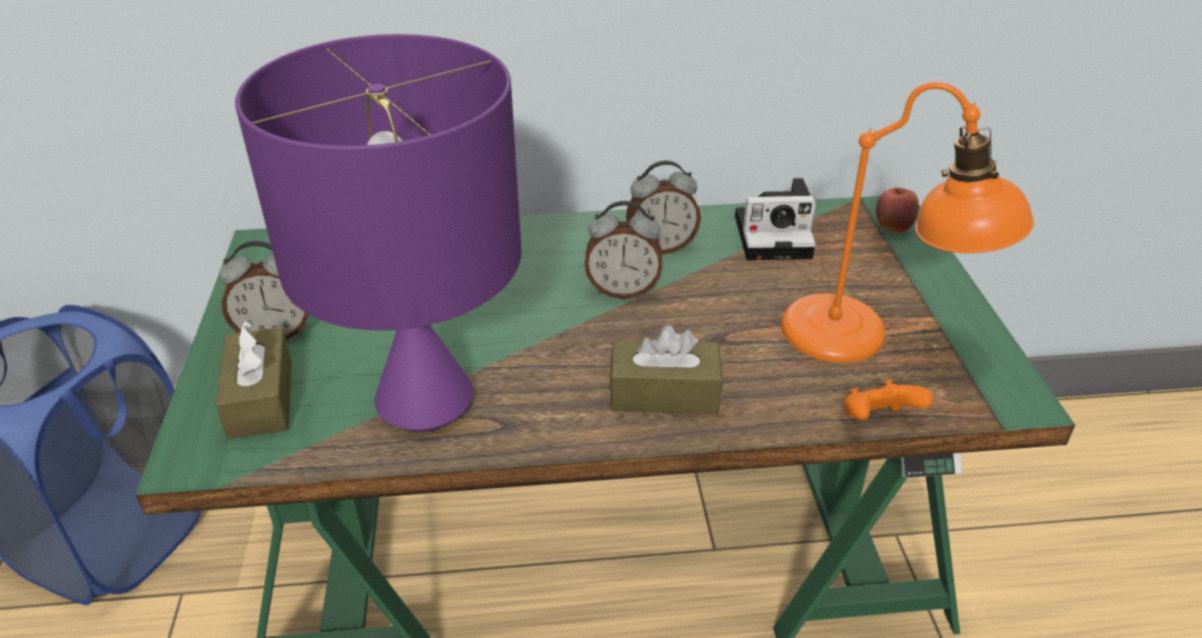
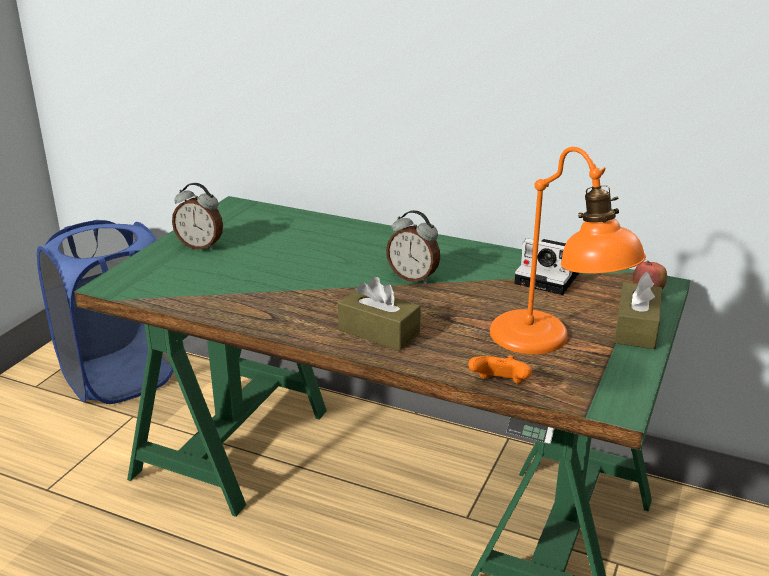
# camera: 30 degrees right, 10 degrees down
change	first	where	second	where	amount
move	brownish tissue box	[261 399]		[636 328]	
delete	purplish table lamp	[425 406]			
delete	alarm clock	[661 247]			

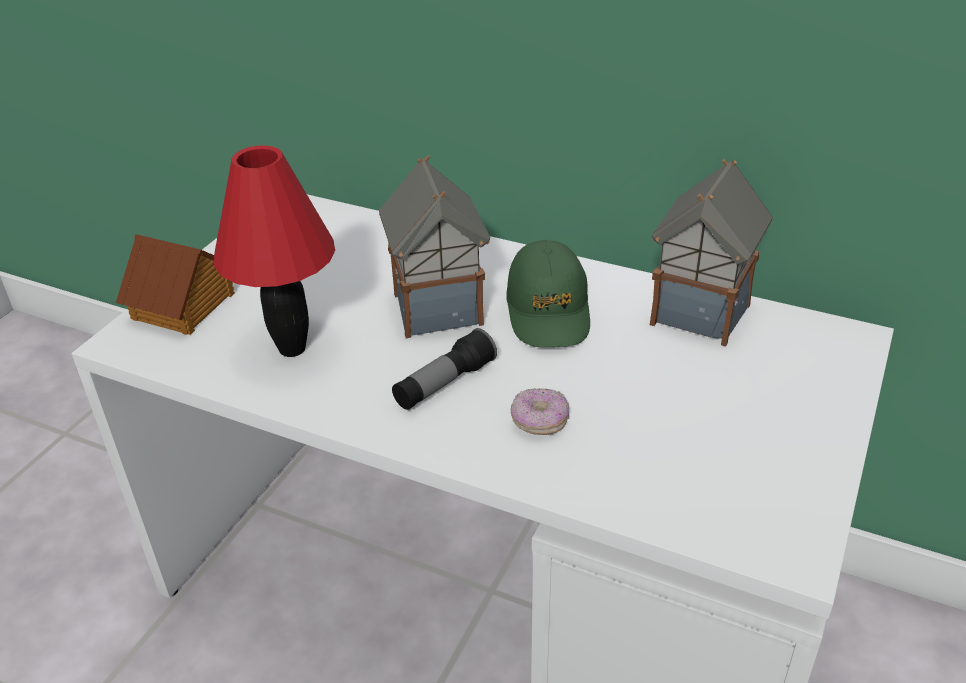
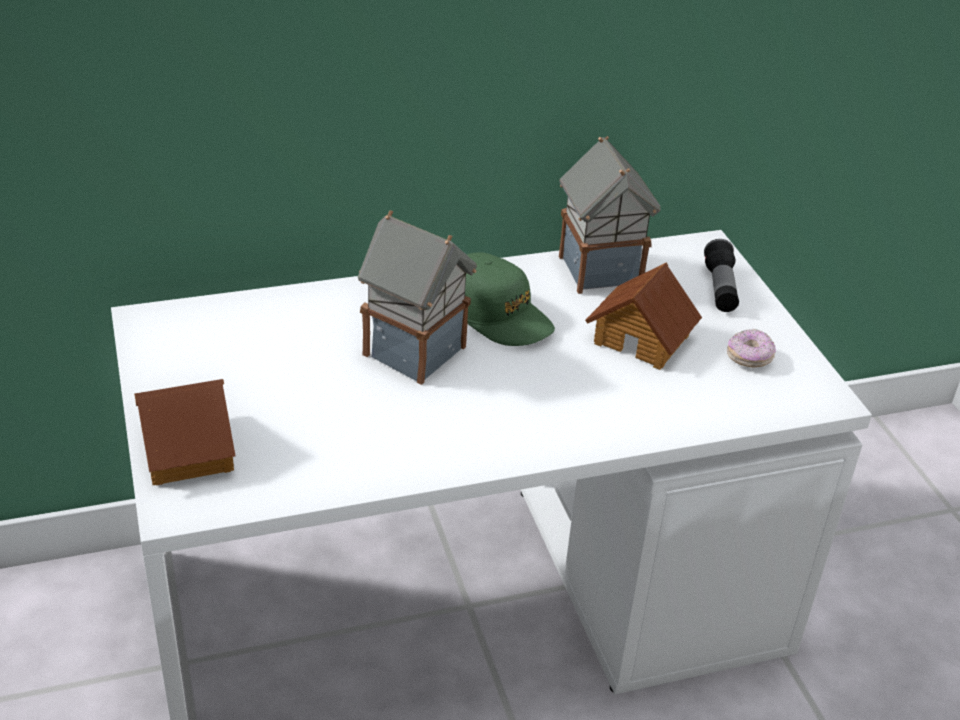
# camera: 45 degrees left, 0 degrees up
change	first	where	second	where	amount
delete	red table lamp	[292 348]			
move	hand torch	[444 384]		[720 288]	
move	donut	[539 422]		[749 358]	
insert			model house	[642 338]	

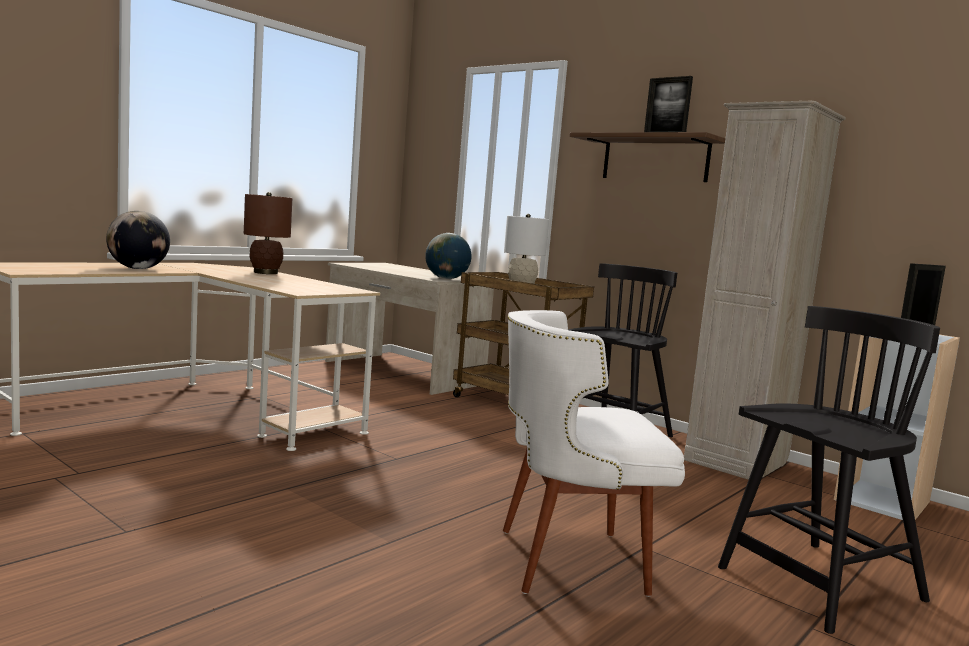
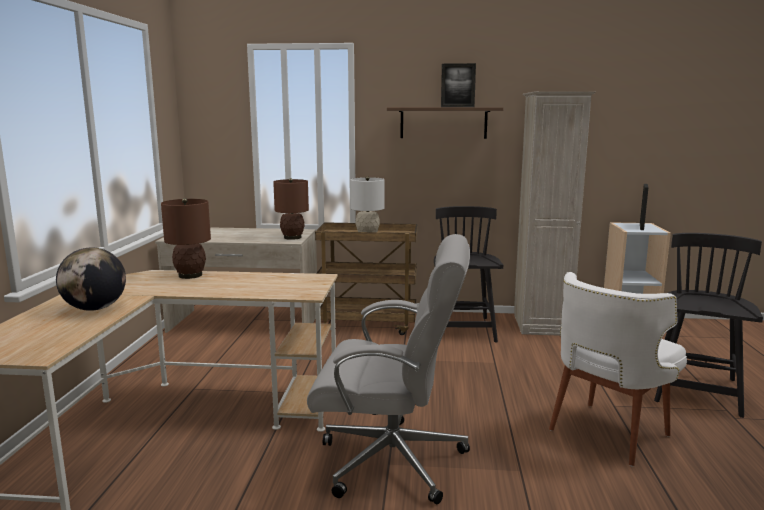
# camera: 35 degrees left, 5 degrees up
change	first	where	second	where	amount
replace	desk globe	[447 278]	brownish table lamp	[292 237]	
insert			gray computer chair	[391 460]	

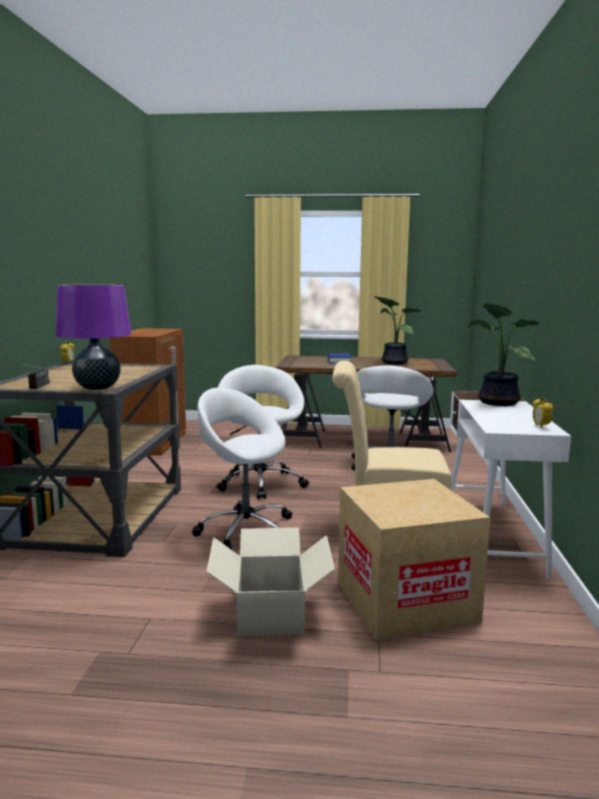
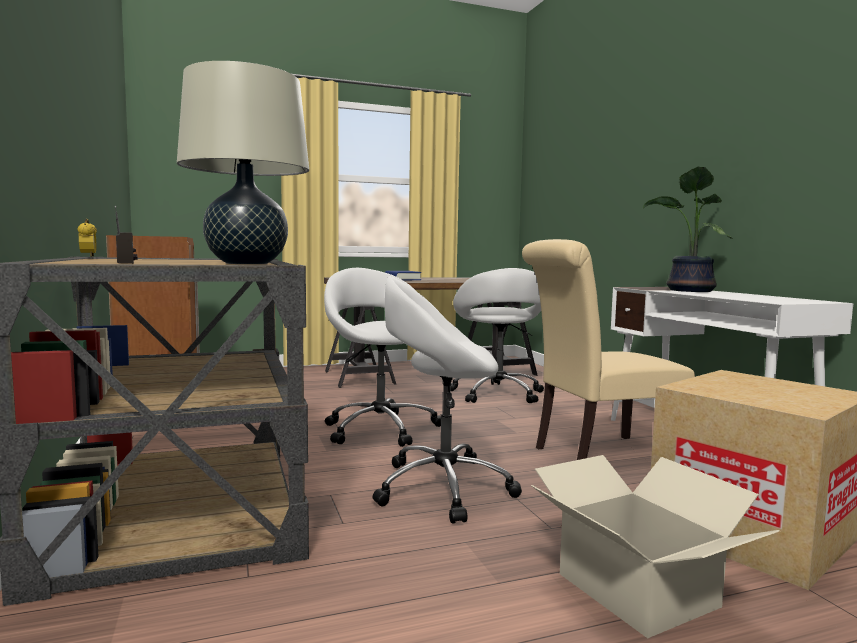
# camera: 25 degrees left, 5 degrees down
change	first	where	second	where	amount
recolor	purplish table lamp	[97 387]	beige table lamp	[246 263]	
delete	houseplant	[392 363]			
delete	alarm clock	[540 426]			

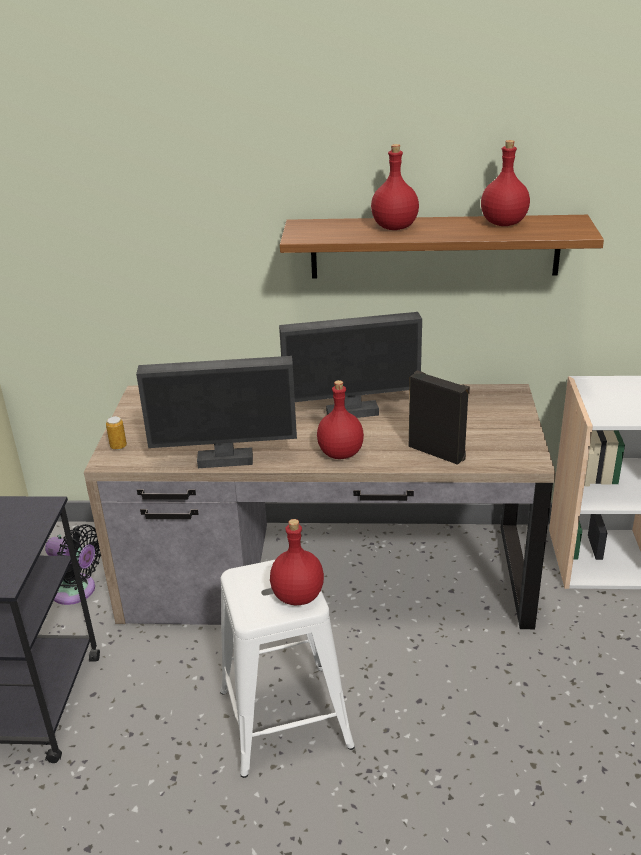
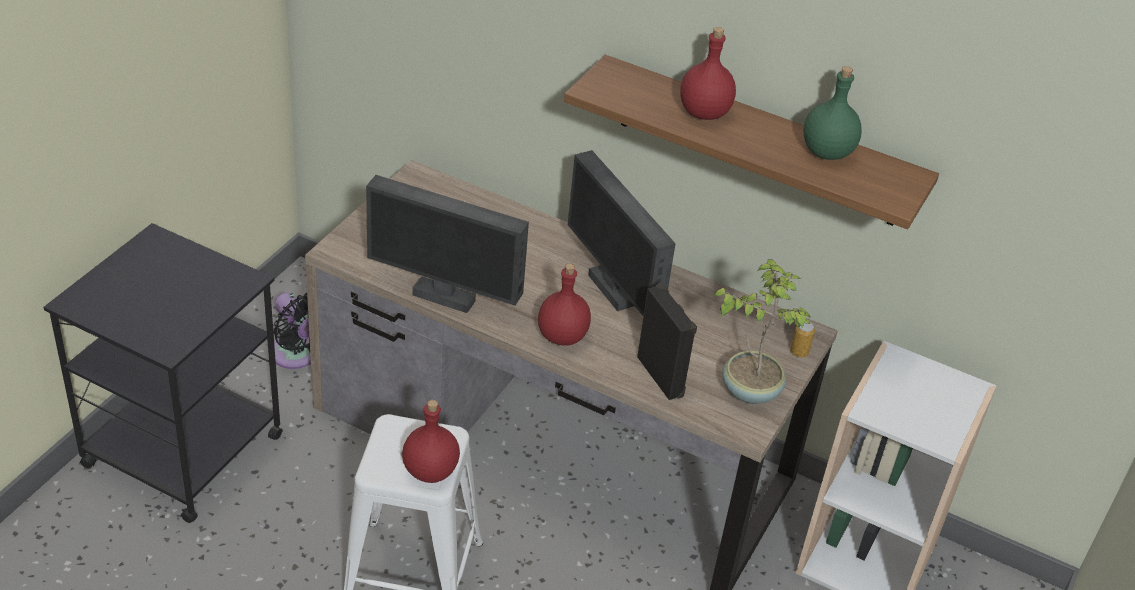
# camera: 20 degrees right, 10 degrees up
change	first	where	second	where	amount
move	can	[118 446]		[799 352]	
rotate	computer display	[352 412]		[613 290]	45 degrees clockwise
recolor	red drink bottle	[504 224]	greenish drink bottle	[827 153]	
insert			houseplant	[750 390]	

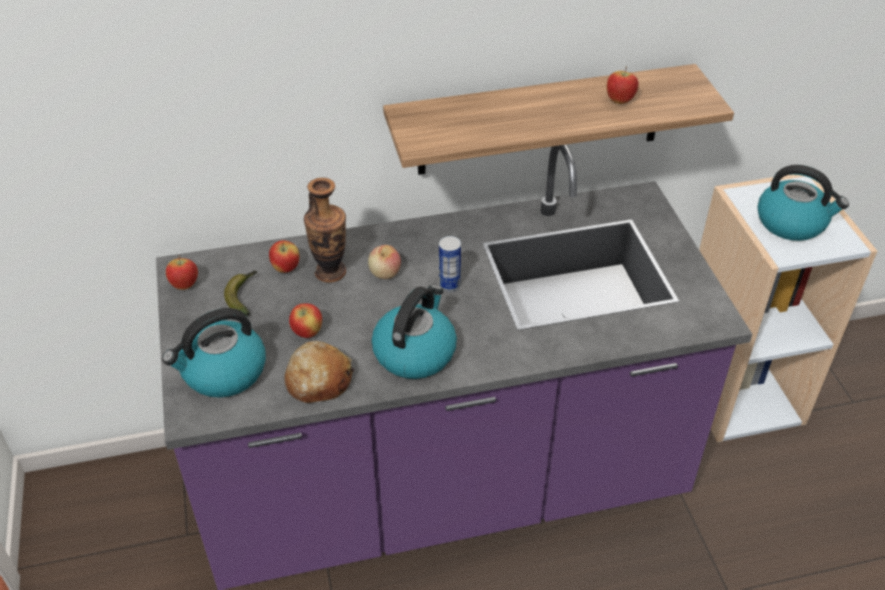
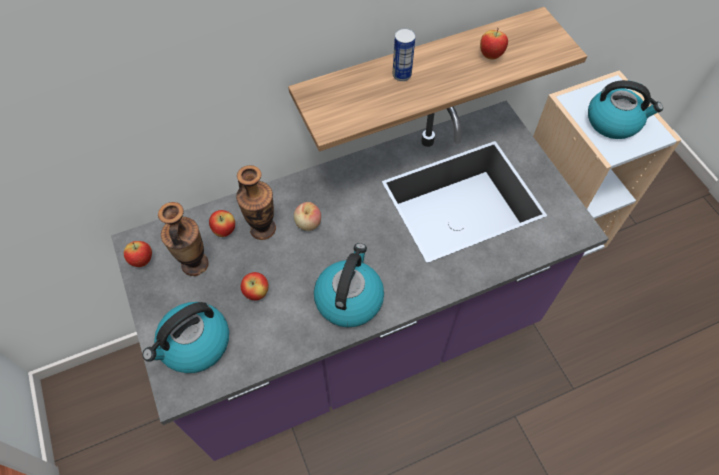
# camera: 10 degrees left, 15 degrees up
change	first	where	second	where	amount
replace	whole banana	[243 296]	vase	[195 264]	
delete	baked bread	[318 380]			
move	can	[449 285]		[401 75]	

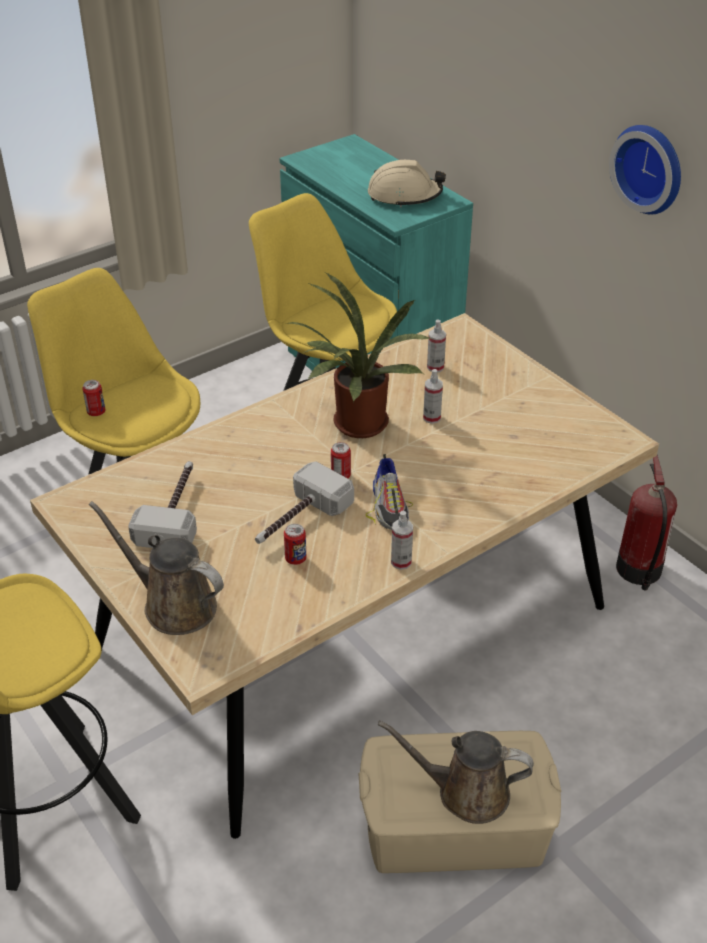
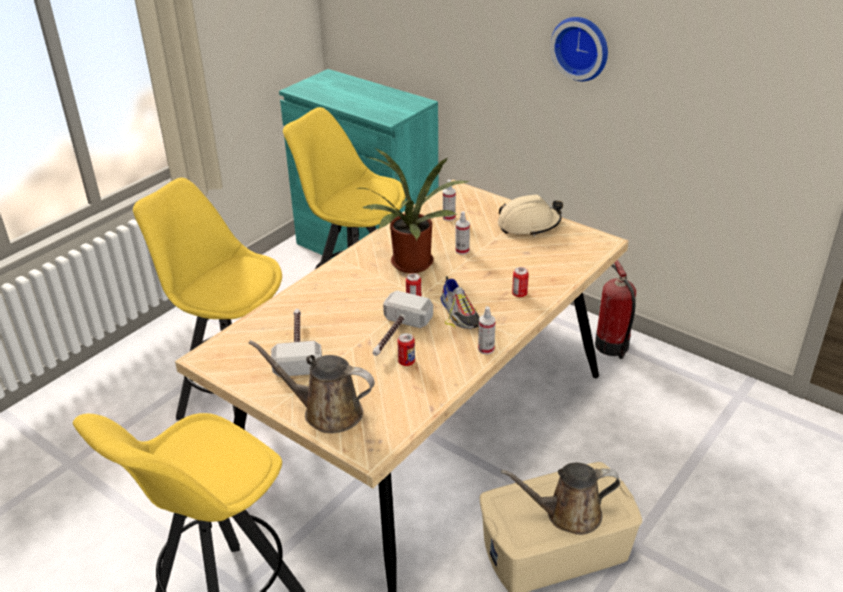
# camera: 15 degrees left, 5 degrees down
change	first	where	second	where	amount
move	can	[96 412]		[519 294]	
move	beige safety helmet	[404 196]		[528 225]	

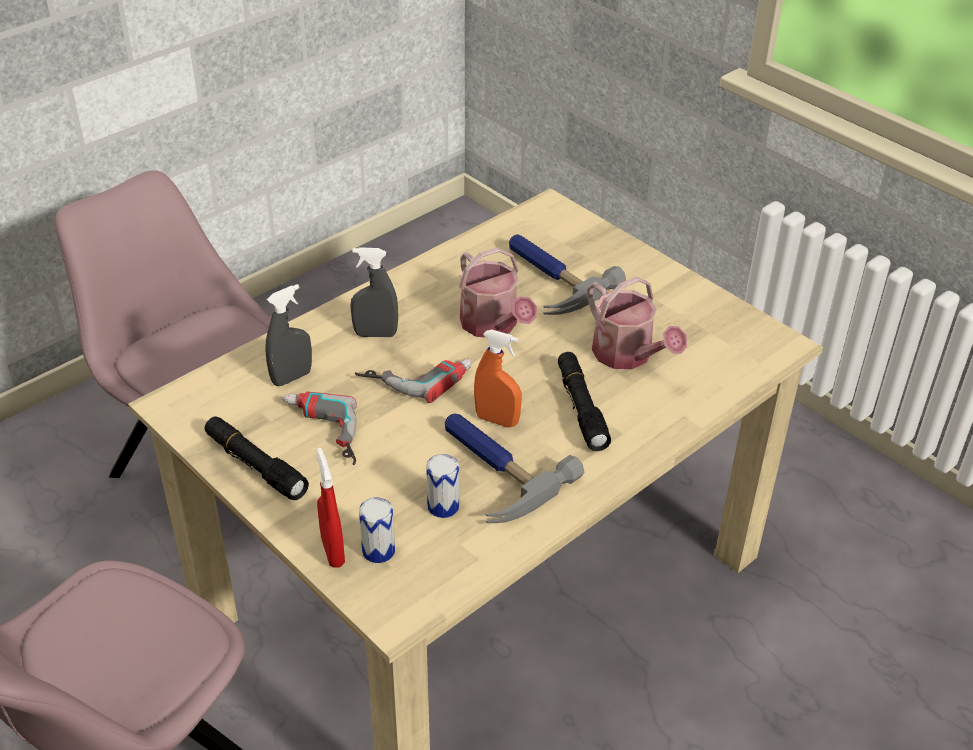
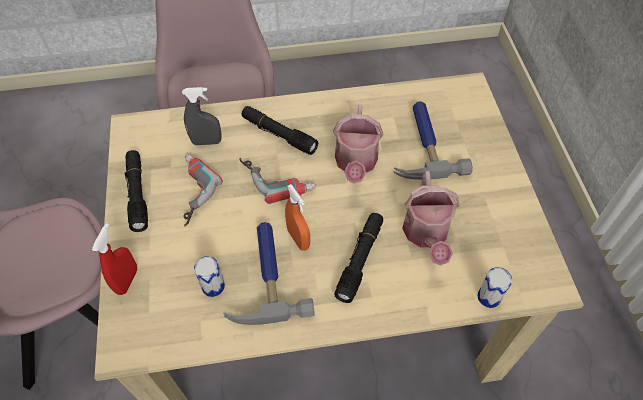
# camera: 35 degrees right, 15 degrees up
change	first	where	second	where	amount
replace	gray hand sprayer	[375 334]	black hand torch	[279 134]	
move	can	[378 551]		[489 297]	

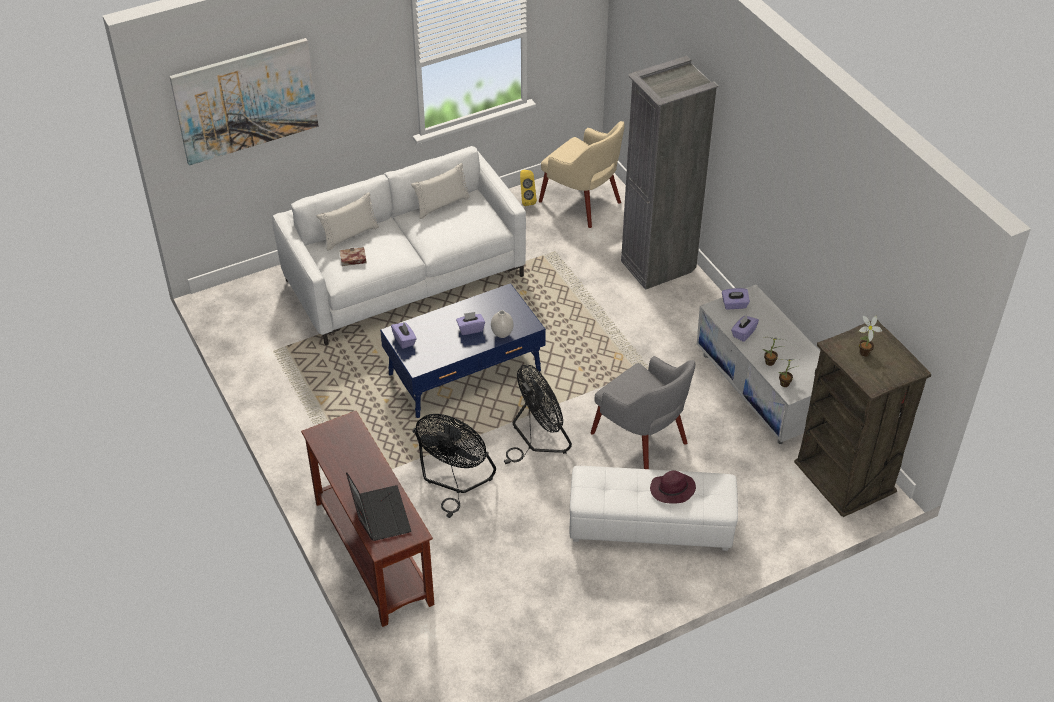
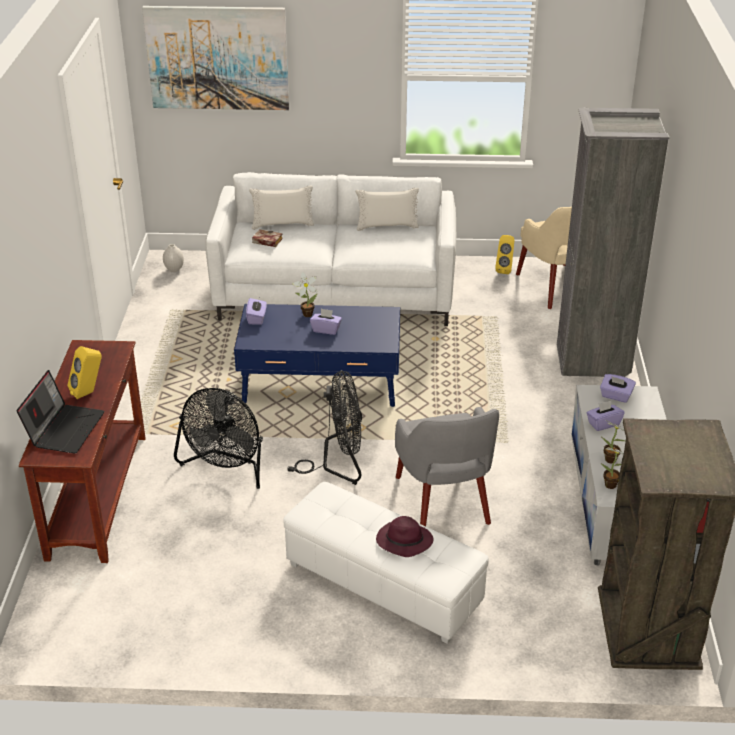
# camera: 30 degrees right, 10 degrees down
change	first	where	second	where	amount
rotate	black fan	[451 480]		[225 464]	150 degrees clockwise
move	white-coloured vase	[502 334]		[174 270]	
move	houseplant	[862 353]		[306 314]	
insert			yellow speaker	[89 393]	

